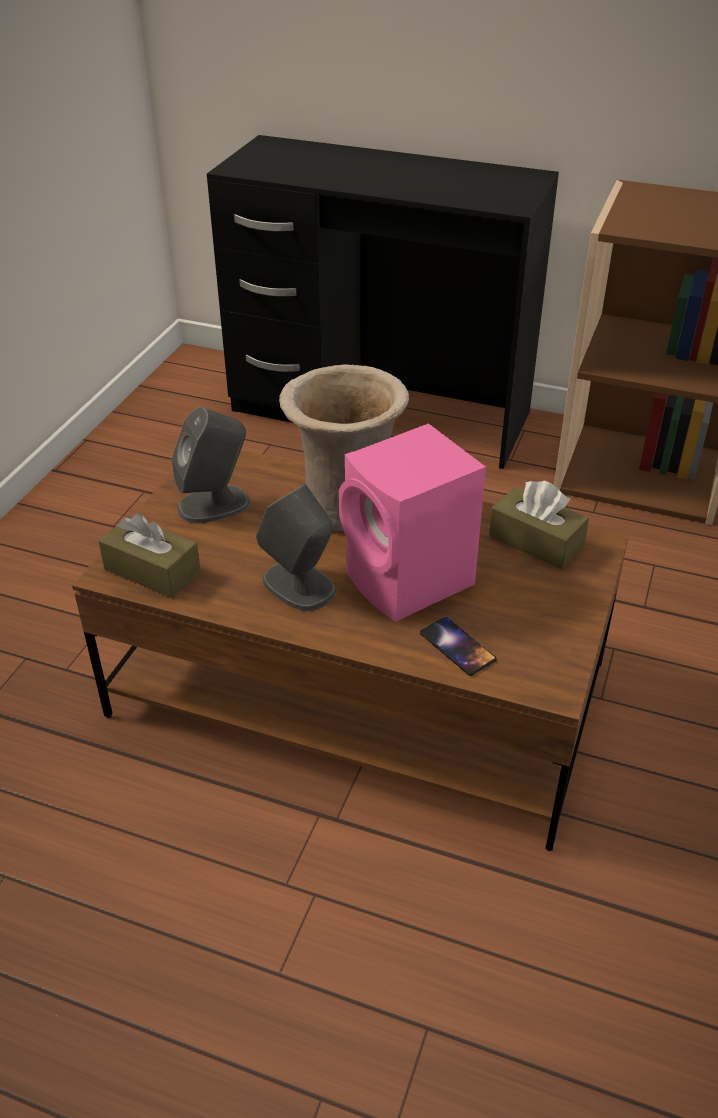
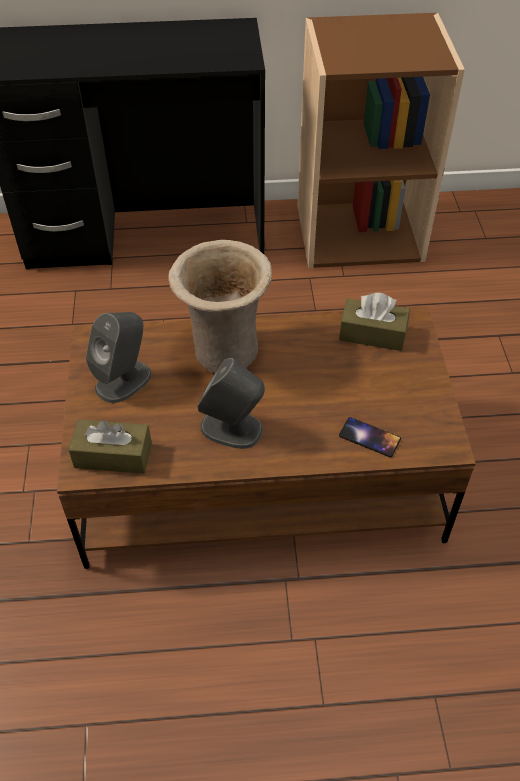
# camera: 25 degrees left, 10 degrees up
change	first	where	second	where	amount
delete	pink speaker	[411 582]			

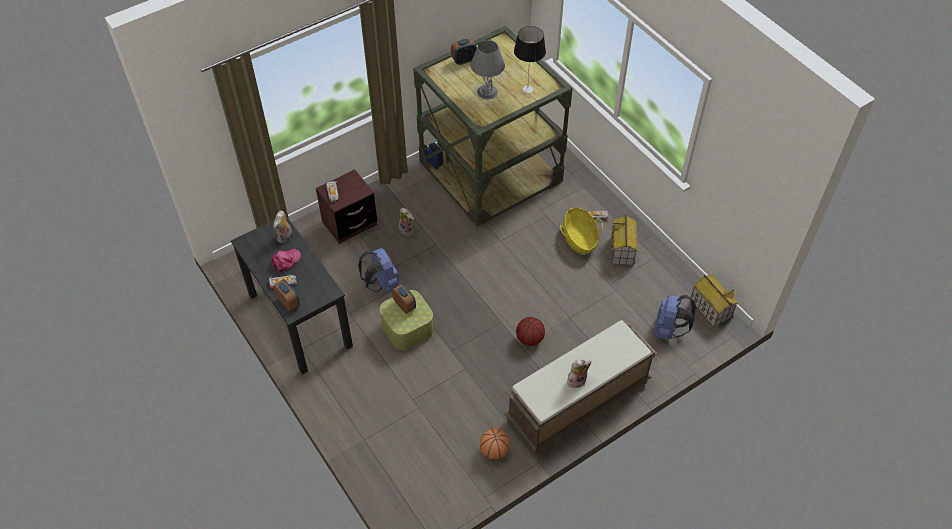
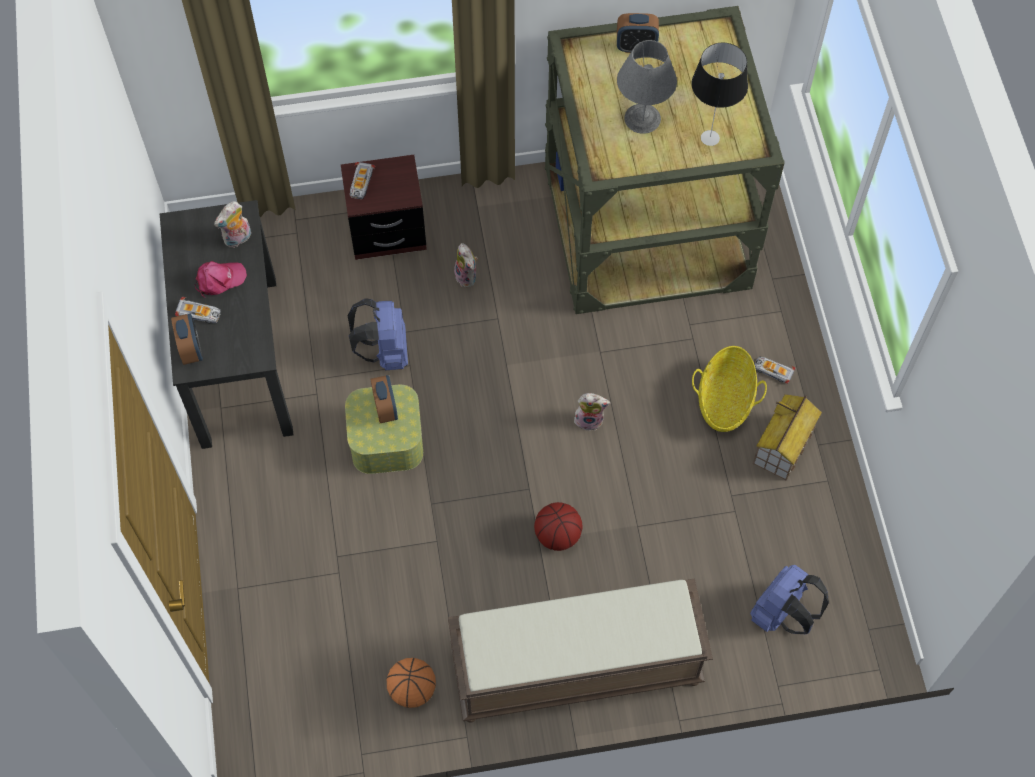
# camera: 25 degrees right, 10 degrees up
change	first	where	second	where	amount
move	soft toy	[576 380]		[589 419]	
delete	model house	[710 308]			

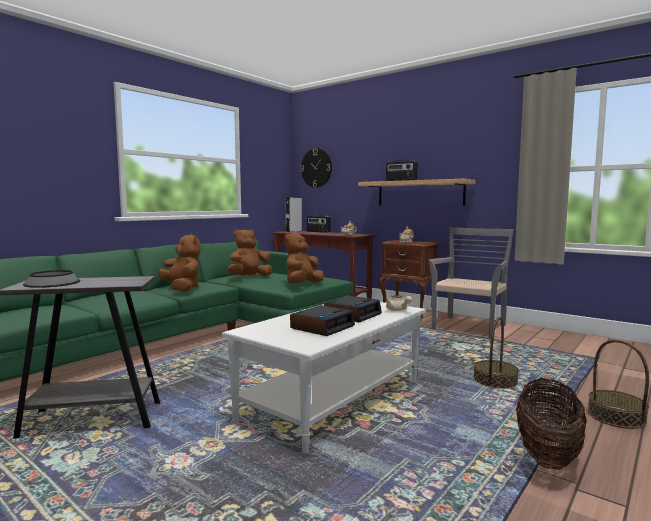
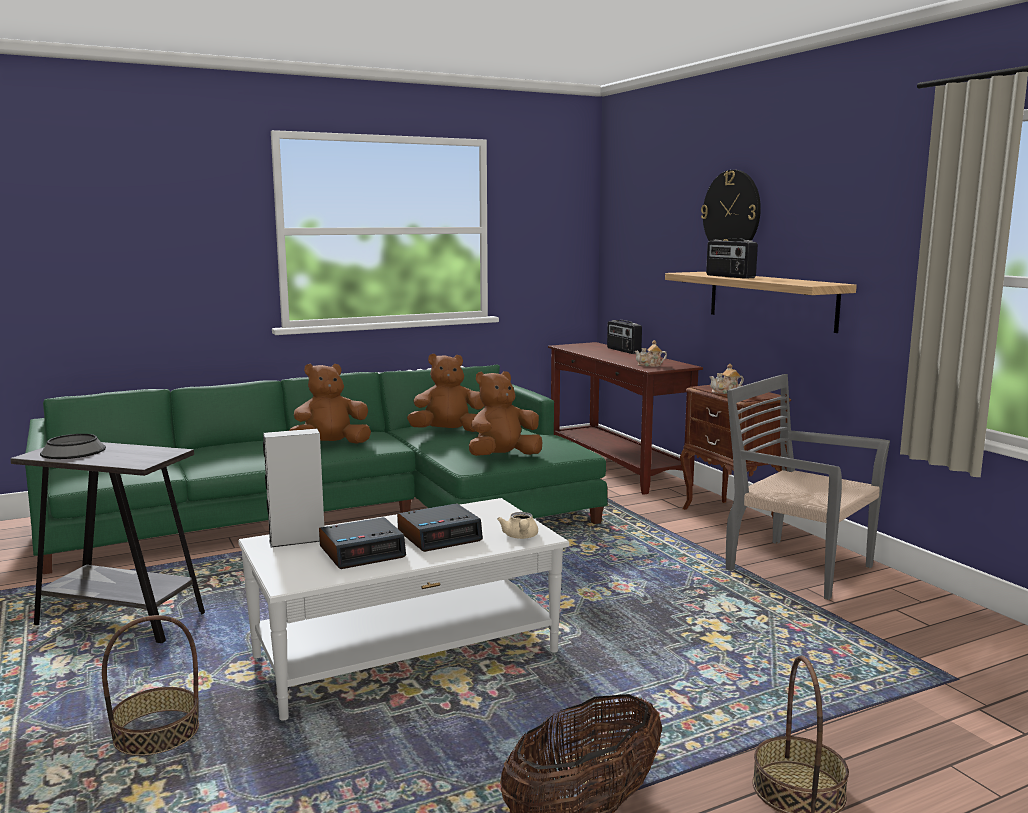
# camera: 25 degrees right, 5 degrees up
change	first	where	second	where	amount
rotate	brownish soft toy	[182 289]		[330 445]	105 degrees counterclockwise
move	gray speaker	[293 231]		[297 540]	
move	clock on the wall	[316 168]		[732 212]	
rotate	gray lounge chair	[469 327]		[797 567]	105 degrees counterclockwise
move	storage basket	[495 381]		[156 733]	

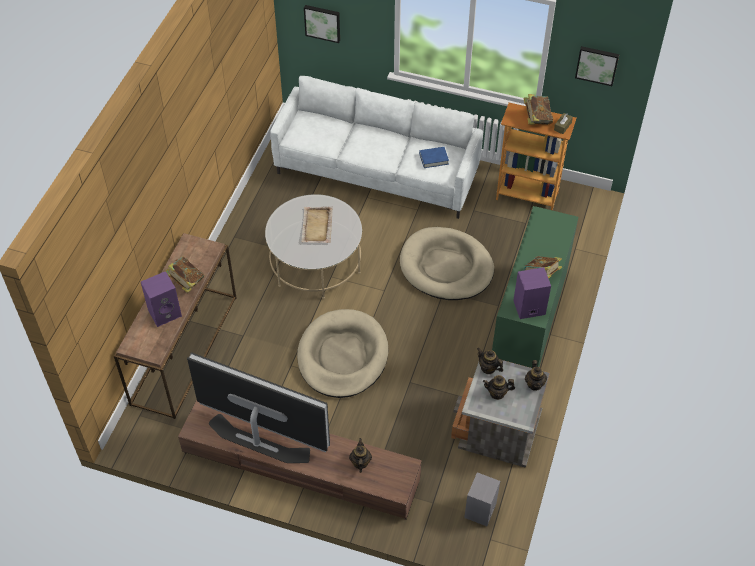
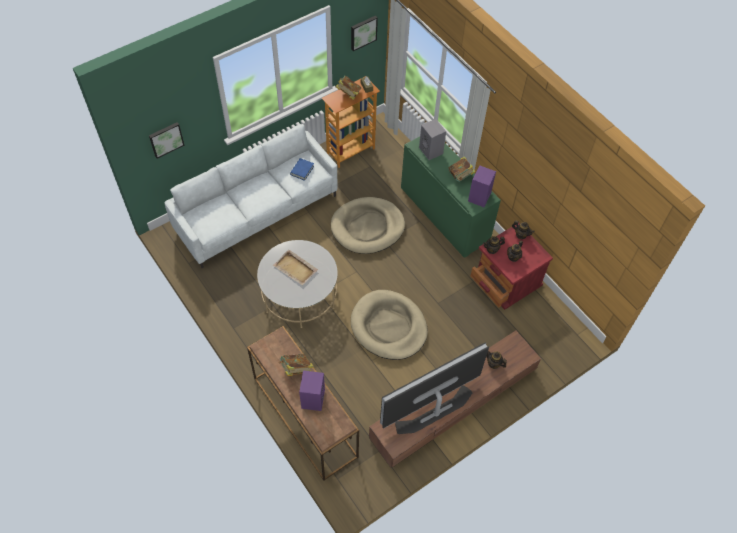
# camera: 55 degrees left, 5 degrees up
change	first	where	second	where	amount
recolor	gray night table	[495 428]	red night table	[505 281]	
move	gray speaker	[480 511]		[431 151]	

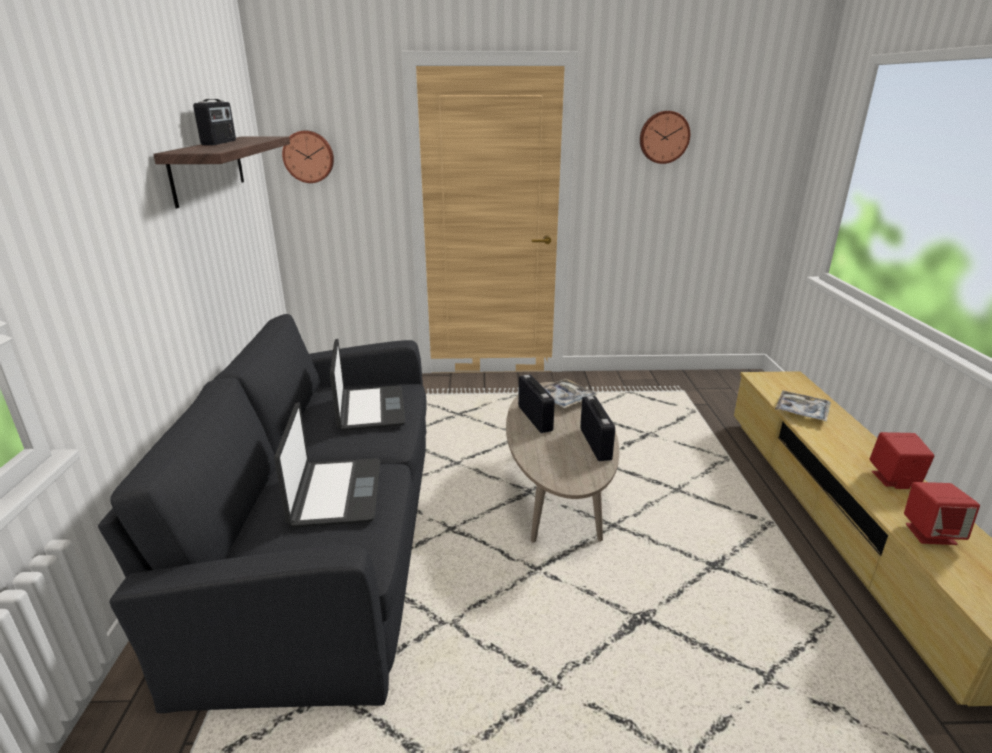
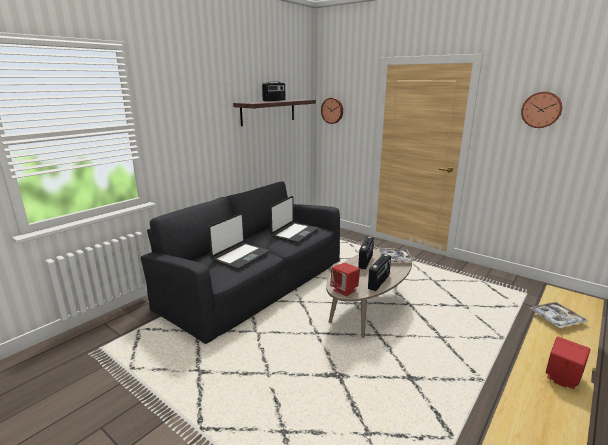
# camera: 40 degrees right, 5 degrees down
change	first	where	second	where	amount
move	red speaker	[930 533]		[345 290]	

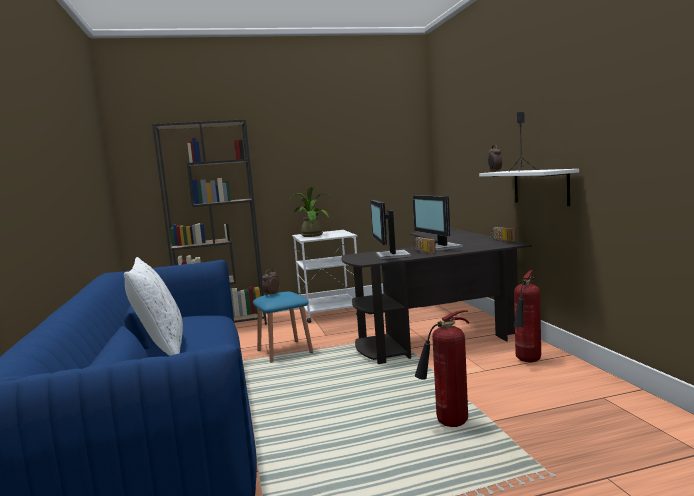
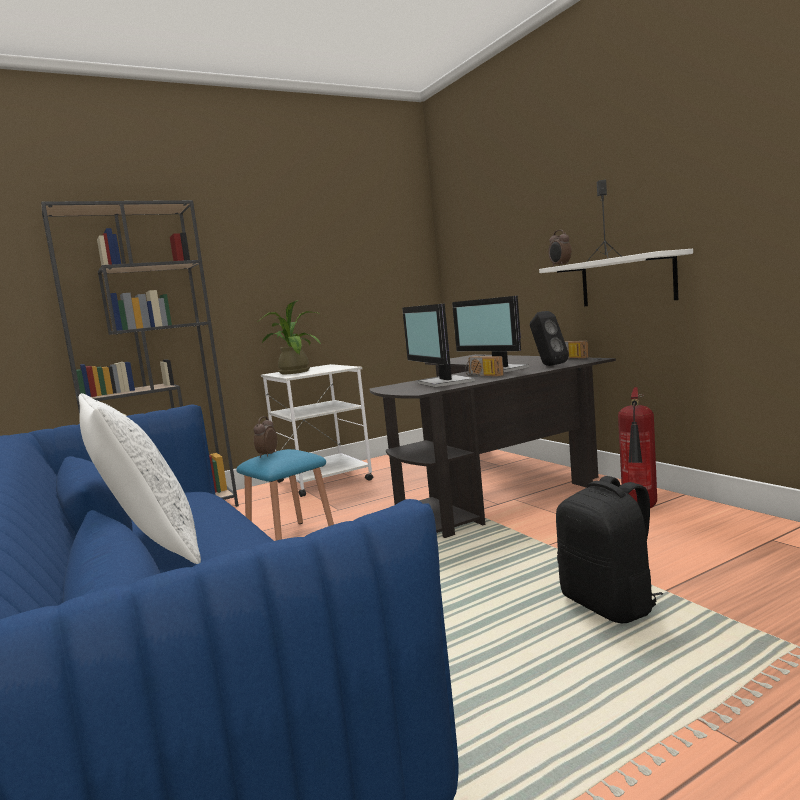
# camera: 15 degrees left, 0 degrees up
change	first	where	second	where	amount
replace	extinguisher	[448 424]	black backpack	[610 605]	
insert			black speaker	[548 365]	

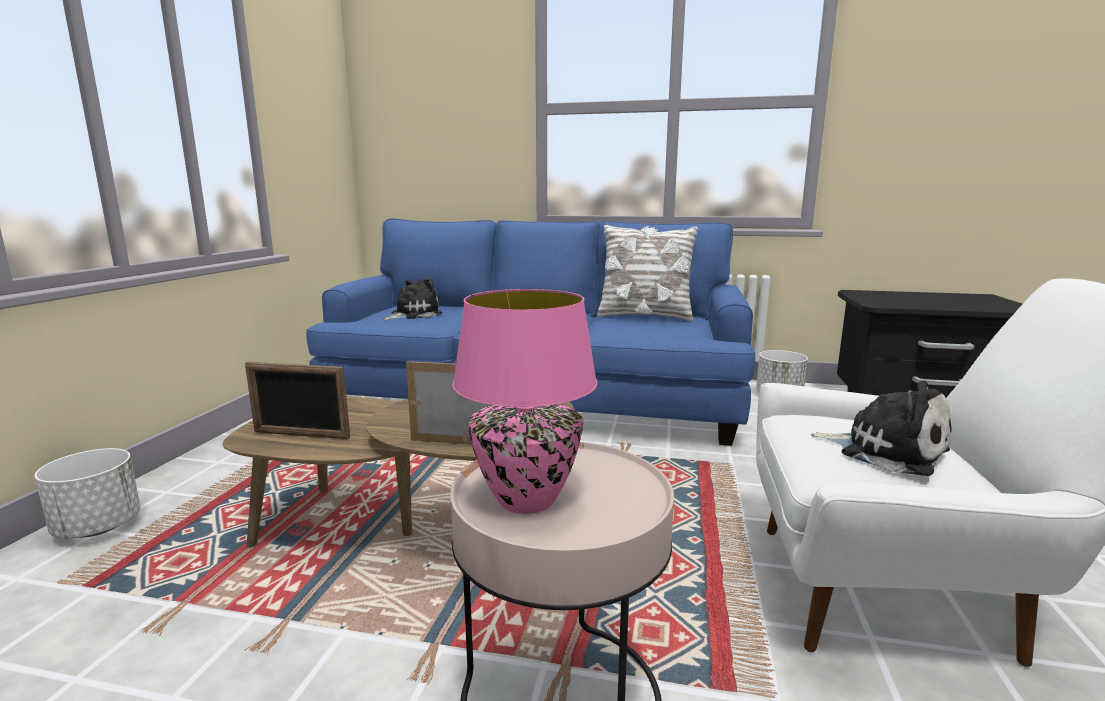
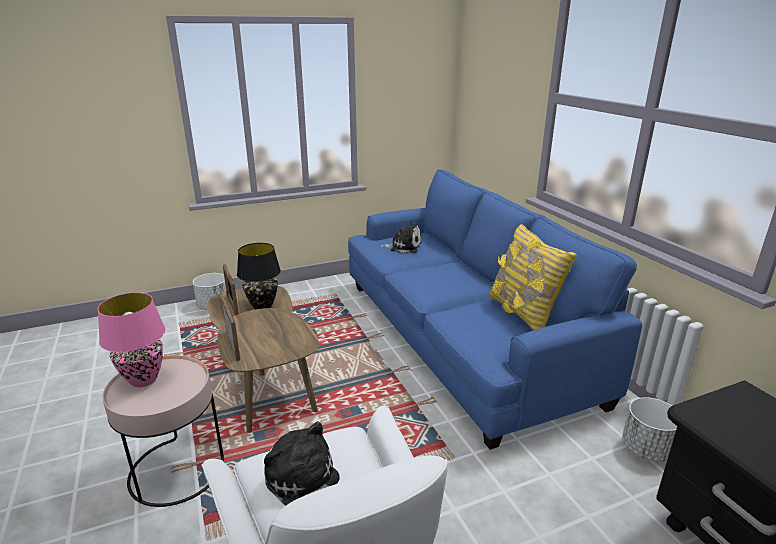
# camera: 55 degrees right, 10 degrees up
change	first	where	second	where	amount
recolor	white-coloured throw pillow	[644 317]	yellow throw pillow	[522 313]	
rotate	soft toy	[886 451]		[304 482]	135 degrees clockwise
insert			black table lamp	[262 306]	

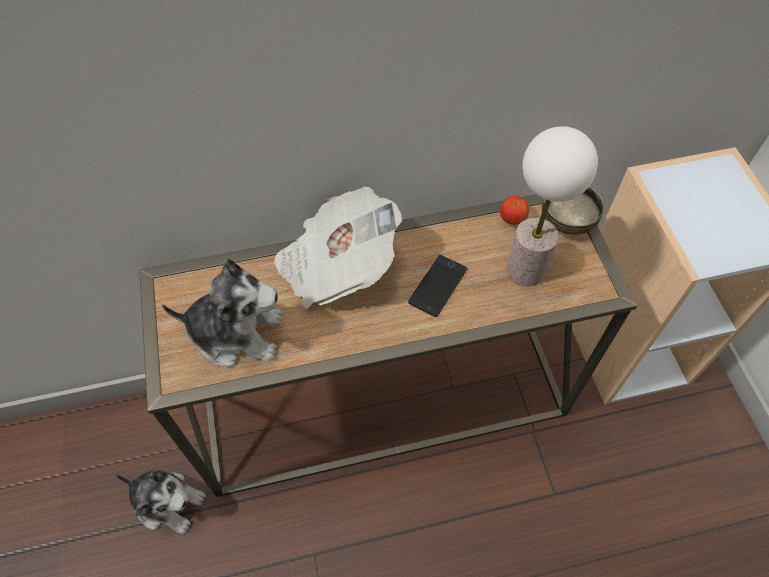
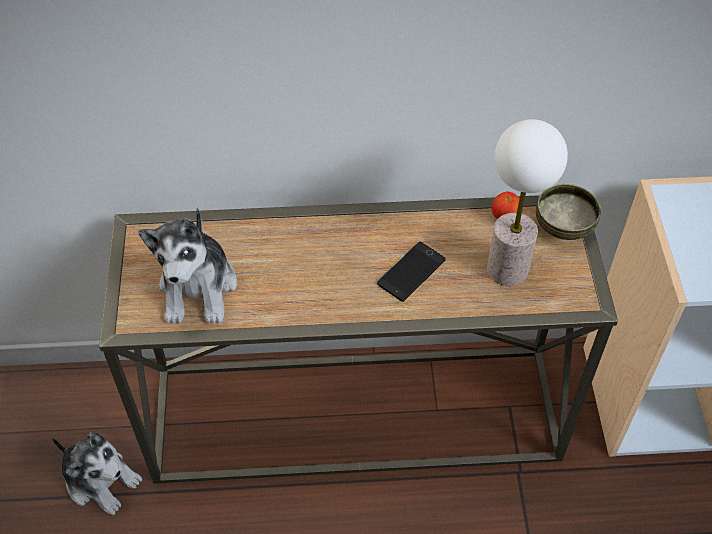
# camera: 10 degrees right, 5 degrees down
change	first	where	second	where	amount
rotate	soft toy	[236 333]		[198 288]	75 degrees clockwise
delete	printed paper	[336 266]			

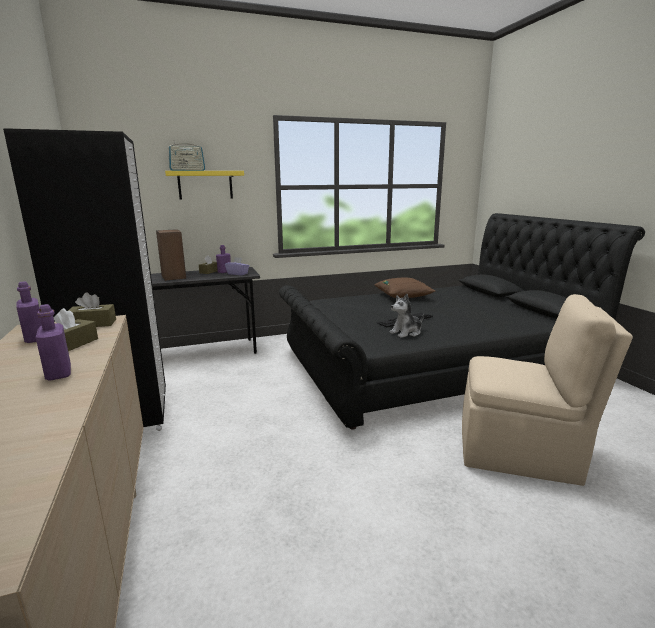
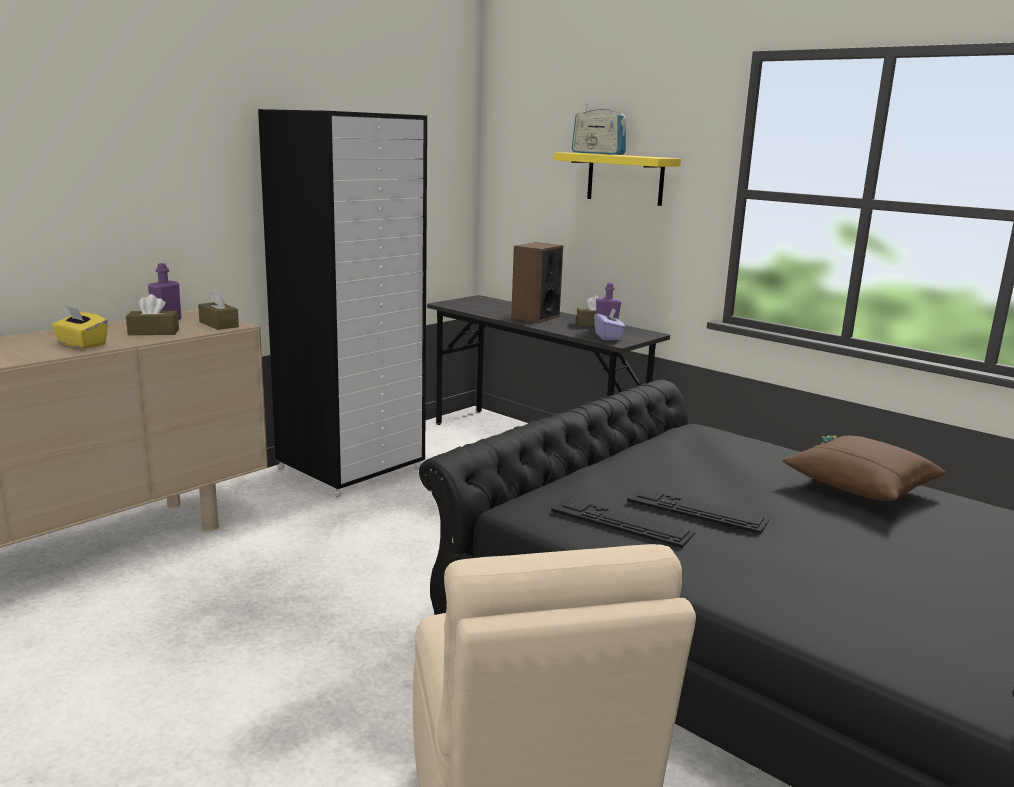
# camera: 60 degrees right, 0 degrees up
change	first	where	second	where	amount
replace	purplish drink bottle	[58 373]	yellow tissue box	[81 344]	
replace	soft toy	[406 333]	keyboard	[621 522]	

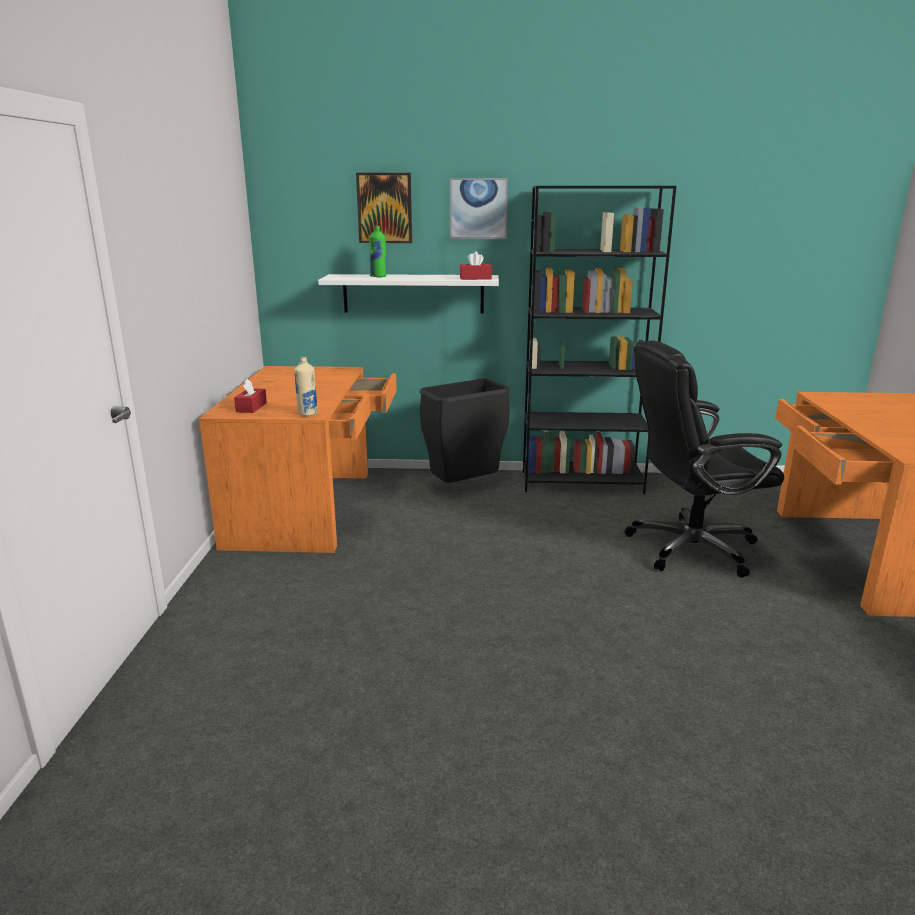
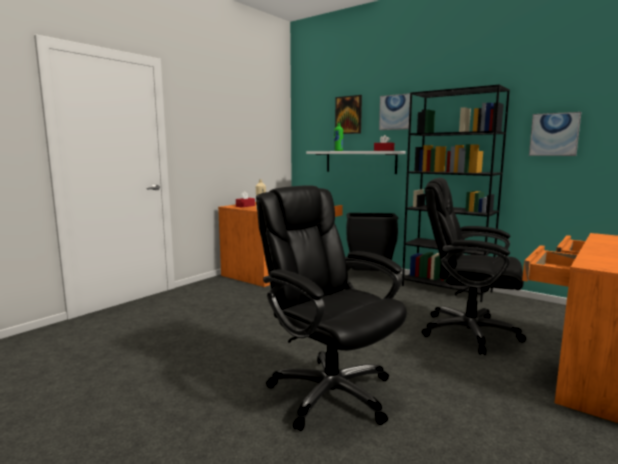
# camera: 35 degrees right, 10 degrees down
change	first	where	second	where	amount
insert			black computer chair	[330 393]	
insert			wall picture	[554 134]	

